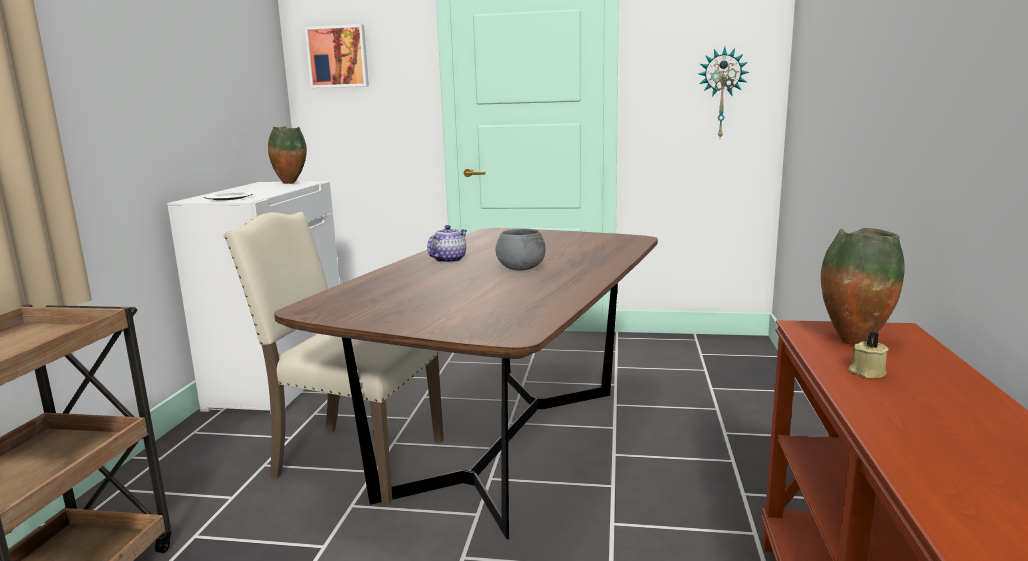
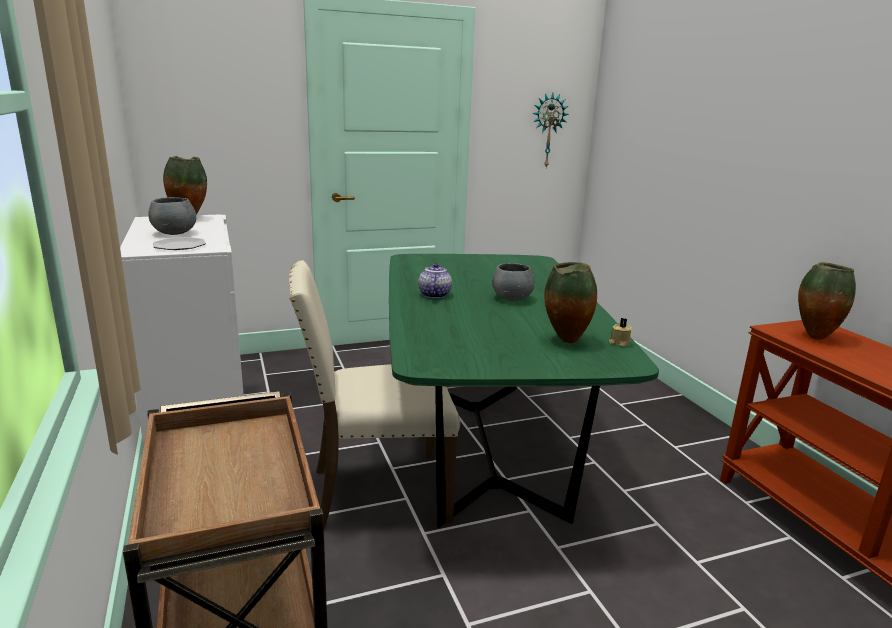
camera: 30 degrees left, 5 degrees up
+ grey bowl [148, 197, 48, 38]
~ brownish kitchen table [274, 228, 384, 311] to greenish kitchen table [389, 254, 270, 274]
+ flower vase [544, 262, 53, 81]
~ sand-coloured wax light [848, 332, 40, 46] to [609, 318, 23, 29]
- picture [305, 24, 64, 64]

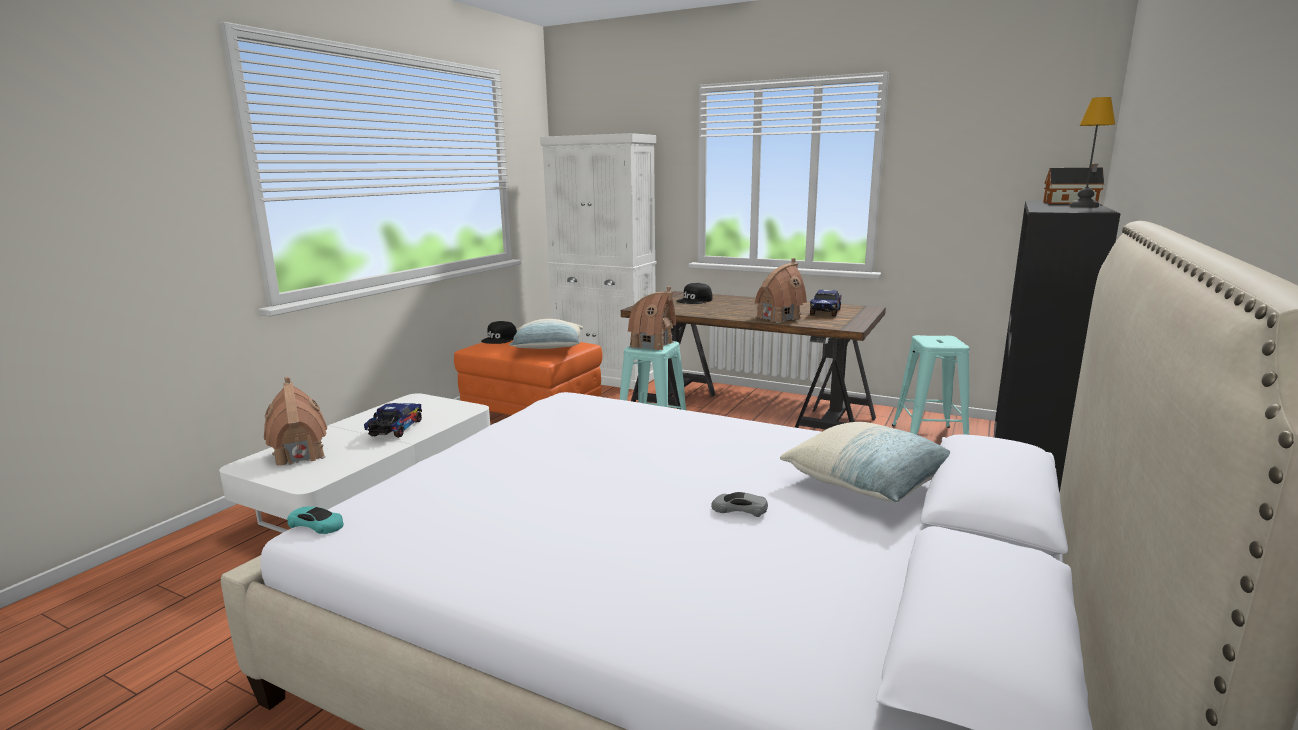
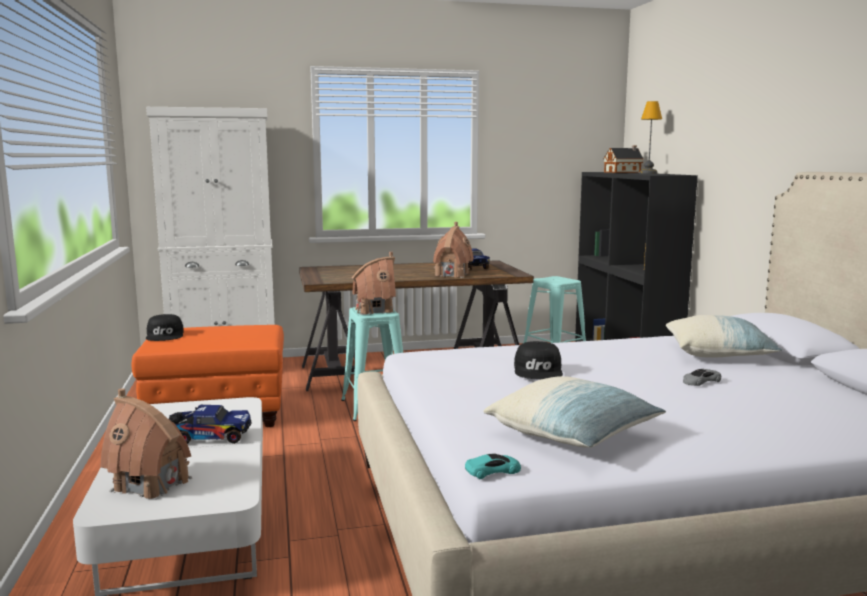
camera: 40 degrees left, 5 degrees down
~ model truck [364, 403, 58, 35] = [169, 405, 82, 39] 120 degrees clockwise
~ pillow [509, 319, 74, 30] to [484, 376, 182, 72]
~ blackish cap [677, 283, 36, 21] to [514, 341, 49, 39]

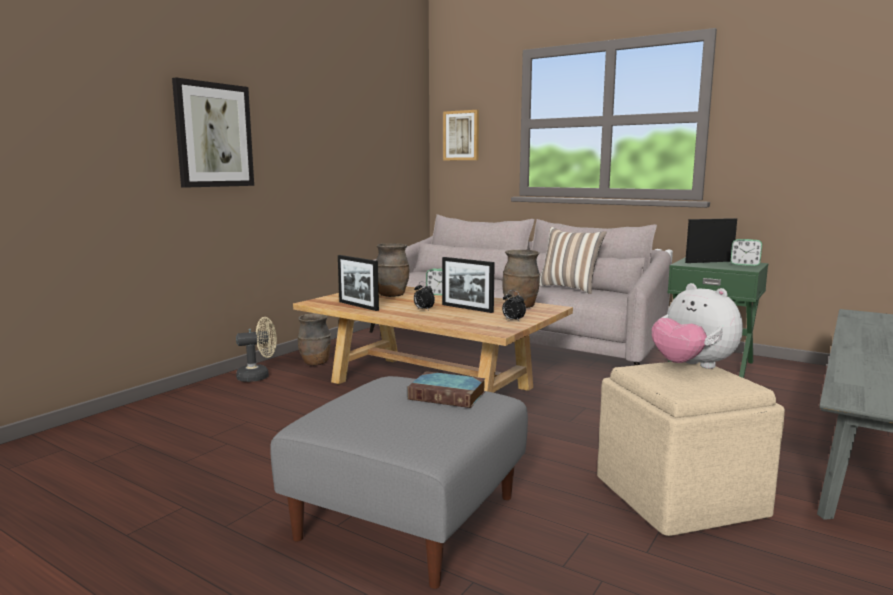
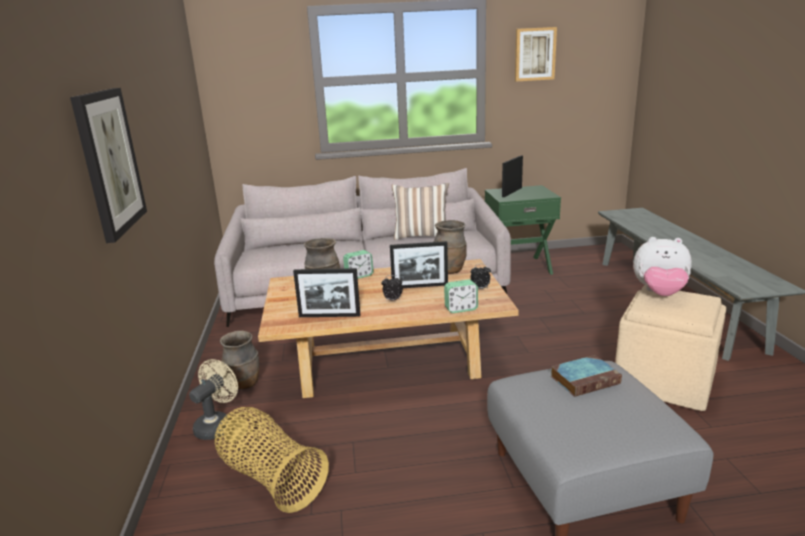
camera: 40 degrees left, 10 degrees up
+ household basket [215, 407, 114, 106]
~ bedside clock [730, 239, 32, 27] to [444, 280, 34, 33]
~ picture [443, 110, 36, 50] to [515, 27, 42, 55]

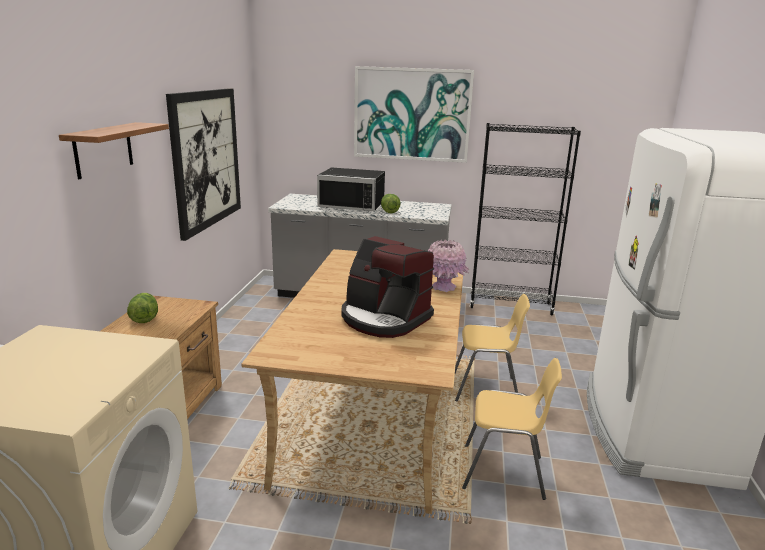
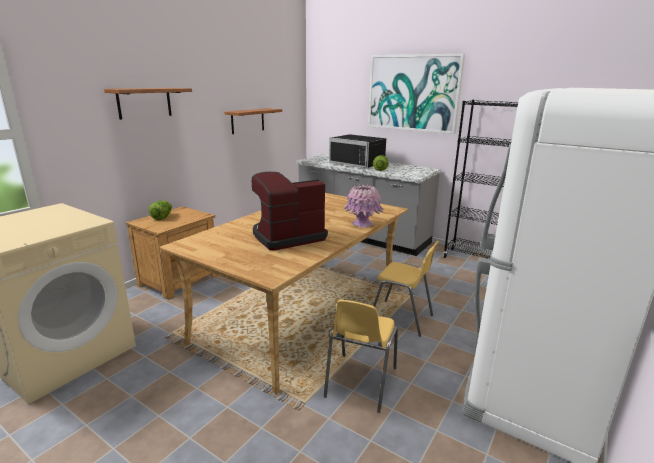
camera: 25 degrees right, 0 degrees up
~ picture [166, 88, 75, 153] to shelf [224, 108, 58, 26]
~ coffee maker [342, 236, 92, 102] = [252, 172, 76, 79] 90 degrees clockwise
~ yellow-coloured upright chair [462, 358, 100, 142] = [324, 300, 74, 113] 75 degrees clockwise

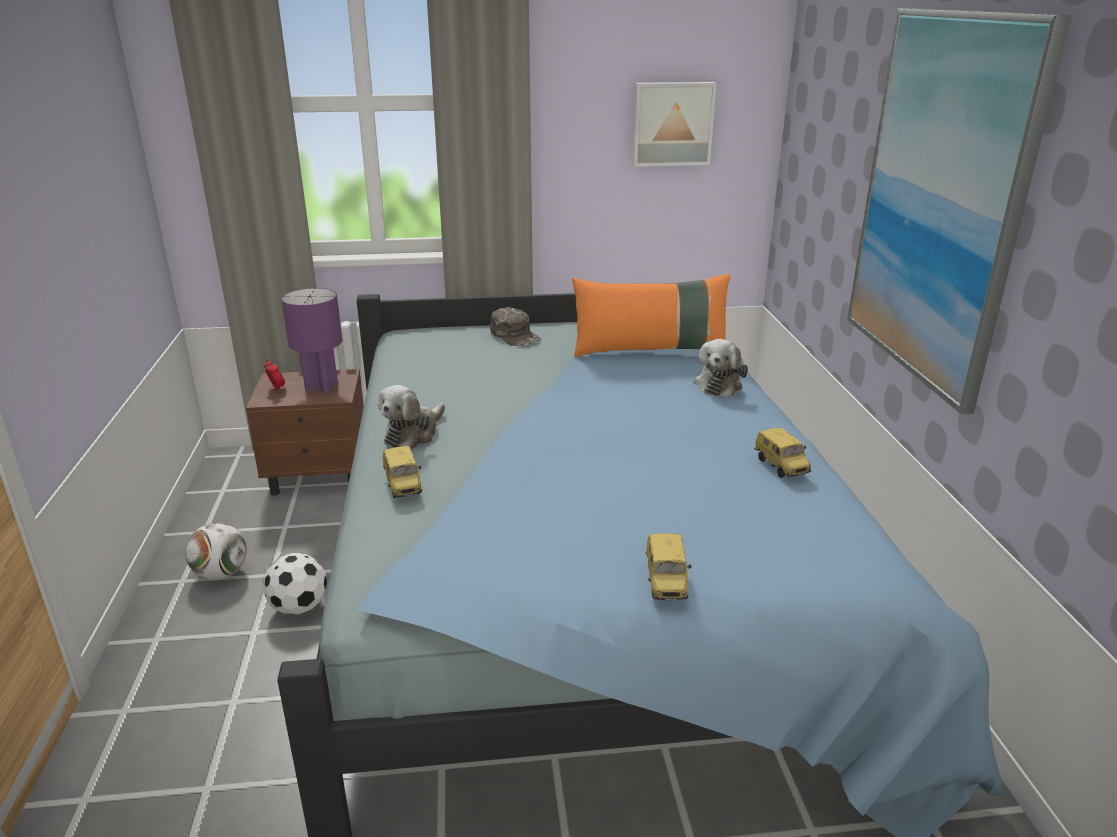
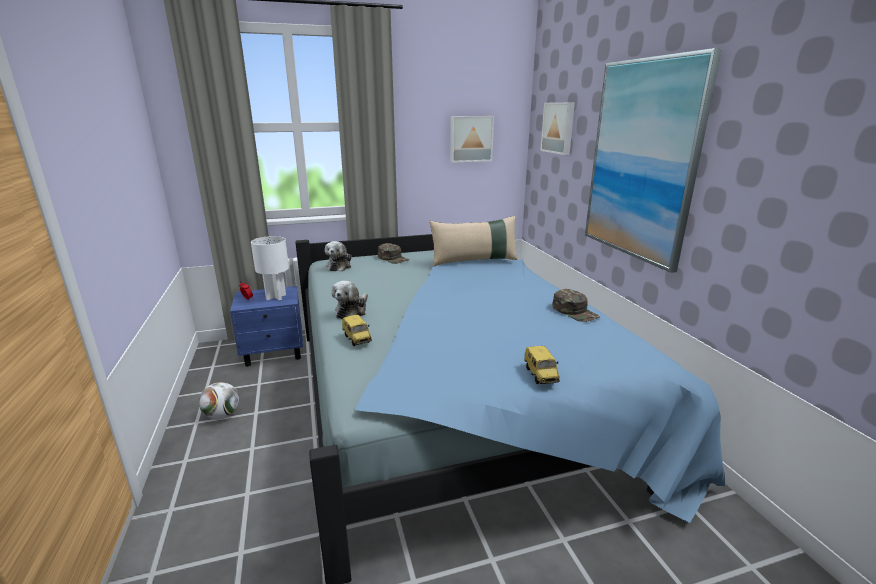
camera: 10 degrees left, 5 degrees down
~ brownish bedside table [246, 369, 118, 127] to bluish bedside table [230, 286, 73, 81]
~ purple table lamp [281, 288, 61, 106] to white-coloured table lamp [251, 236, 38, 64]
~ cuddly toy [693, 339, 55, 58] to [325, 241, 27, 31]
~ orangey pillow [572, 274, 158, 83] to sand-coloured pillow [429, 216, 89, 50]
+ picture [540, 102, 35, 53]
~ model car [754, 427, 57, 51] to greenish cap [552, 289, 48, 33]
- ball for football [263, 553, 64, 62]

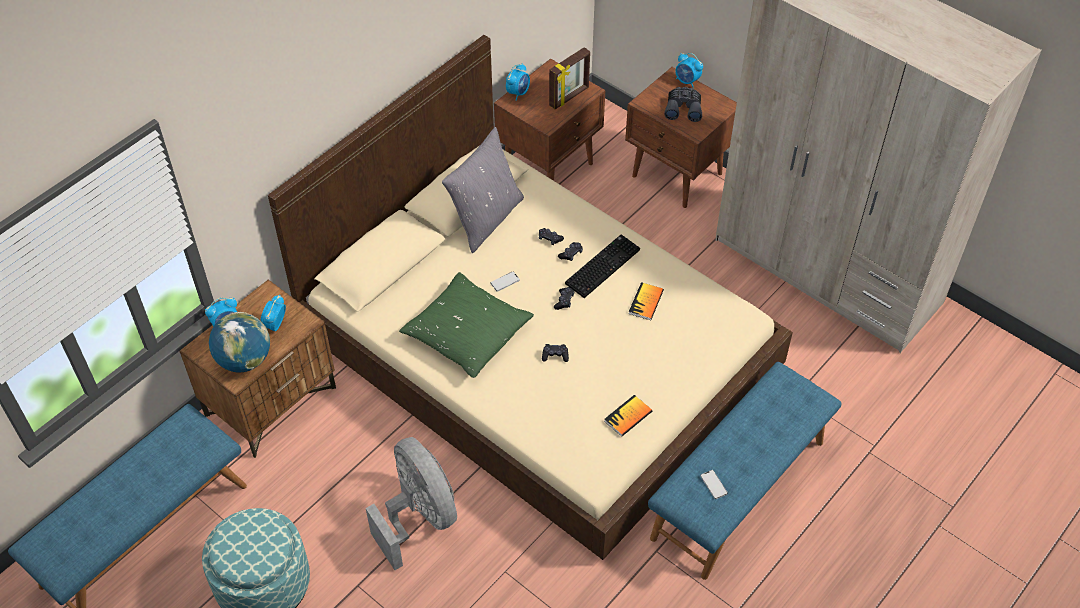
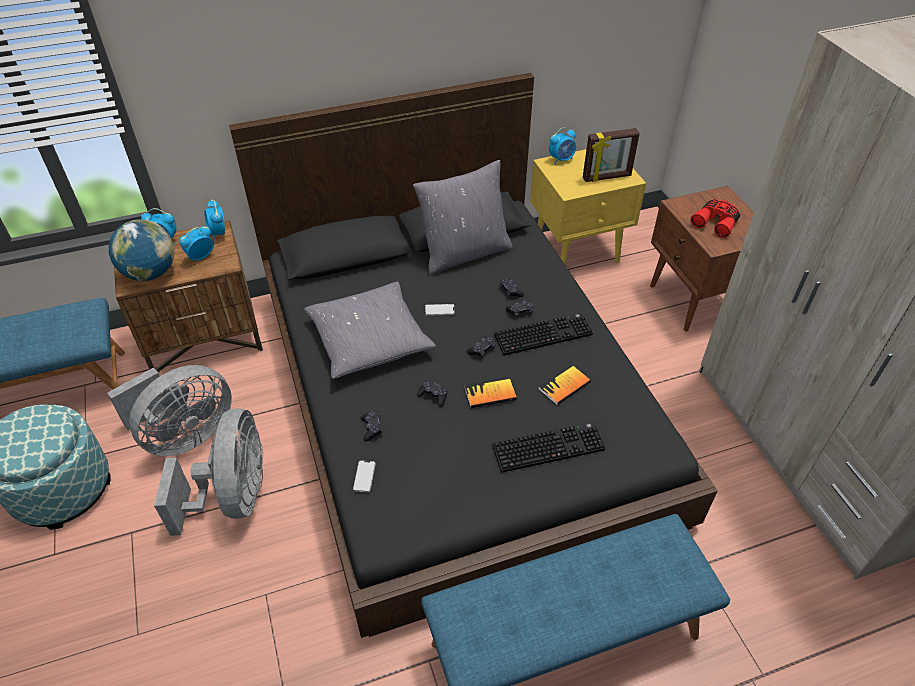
camera: 30 degrees right, 5 degrees down
+ grey fan [107, 365, 125, 91]
~ bedside clock [675, 53, 28, 35] to [204, 199, 21, 42]
~ sand-coloured bedroom bed [268, 35, 525, 525] to blackish bedroom bed [229, 73, 489, 565]
~ greenish pillow [399, 272, 135, 106] to grey pillow [304, 282, 132, 97]
~ handset [701, 470, 27, 29] to [353, 460, 23, 32]
+ blackish joypad [360, 410, 23, 31]
~ volume [604, 395, 48, 42] to [464, 377, 53, 31]
+ computer keyboard [492, 422, 113, 51]
~ brownish bedside table [494, 58, 111, 123] to yellow-coloured bedside table [530, 149, 116, 115]
~ grey field glasses [665, 87, 37, 35] to red field glasses [691, 199, 50, 39]

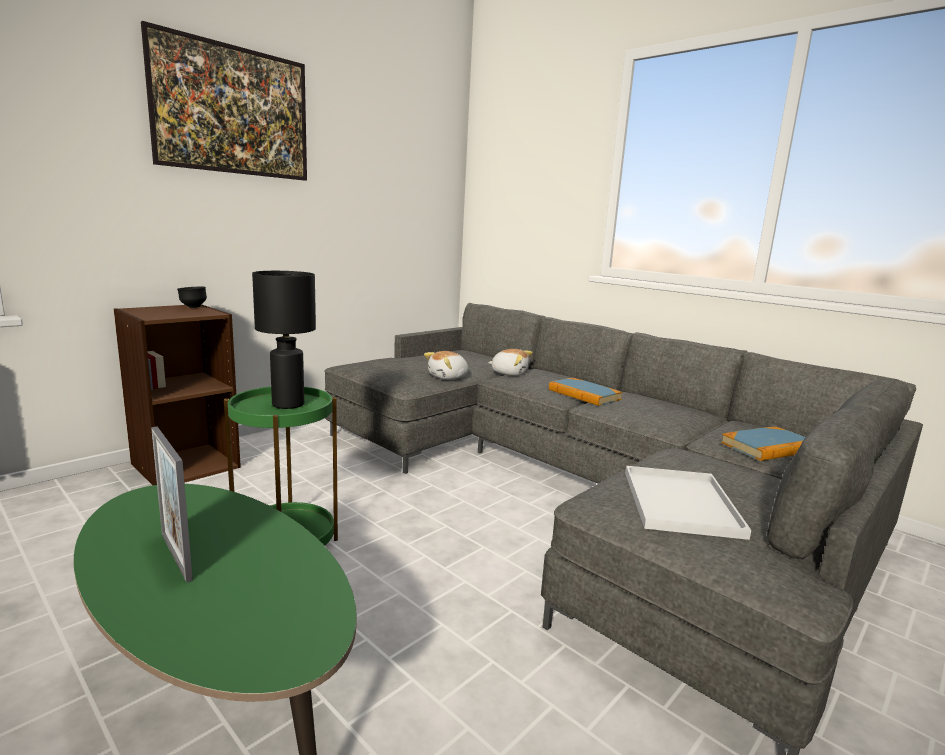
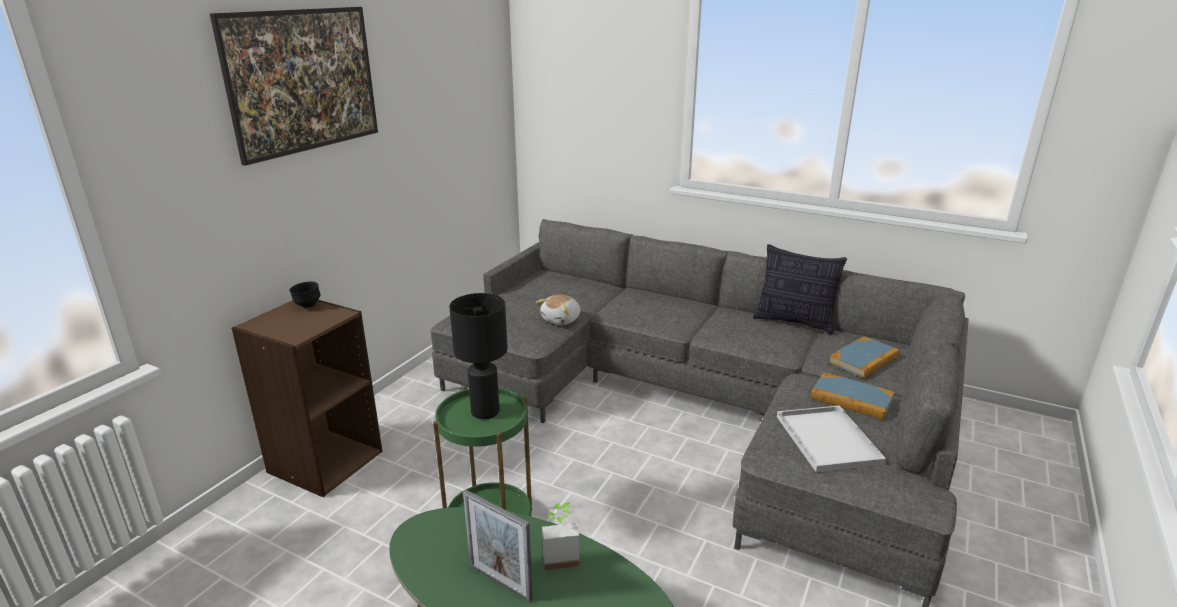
camera: 15 degrees left, 10 degrees up
+ plant in a pot [542, 503, 37, 68]
+ pillow [753, 244, 94, 90]
~ volume [549, 378, 73, 28] to [811, 372, 83, 48]
- cuddly toy [488, 349, 45, 27]

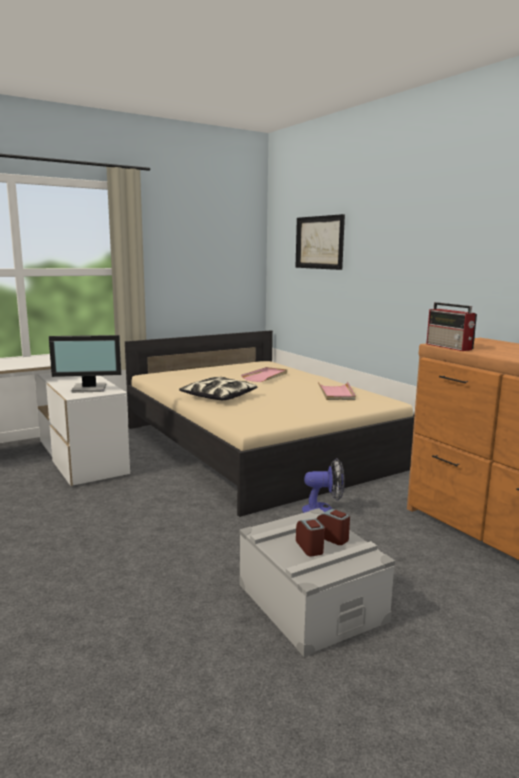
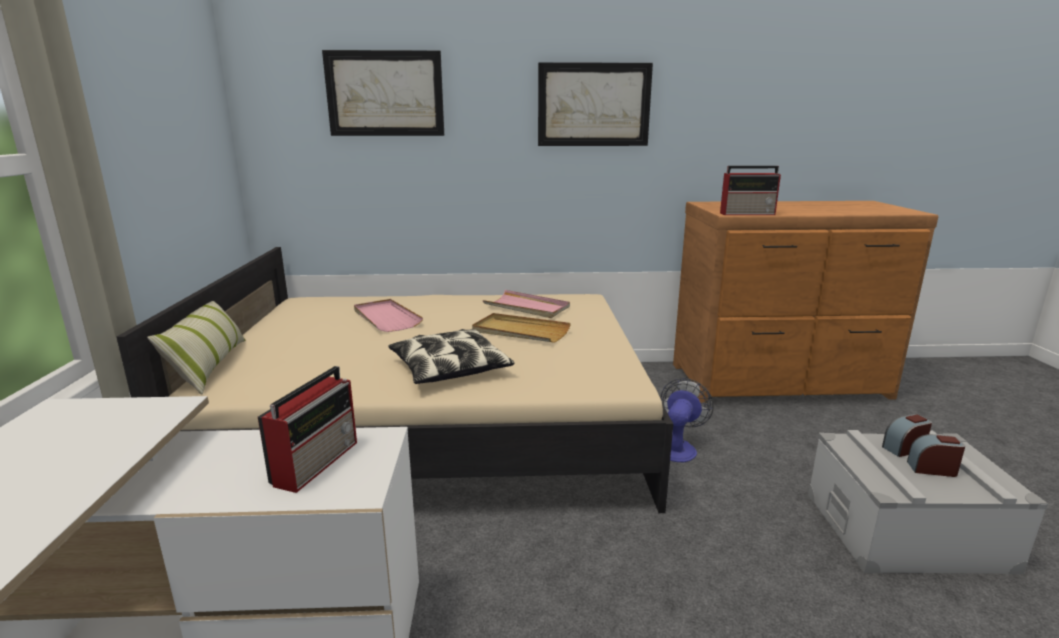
camera: 60 degrees left, 5 degrees up
+ pillow [147, 301, 99, 94]
~ computer screen [49, 335, 72, 58] to radio set [258, 366, 99, 127]
+ sand-coloured tray [472, 313, 99, 30]
+ picture [538, 62, 115, 84]

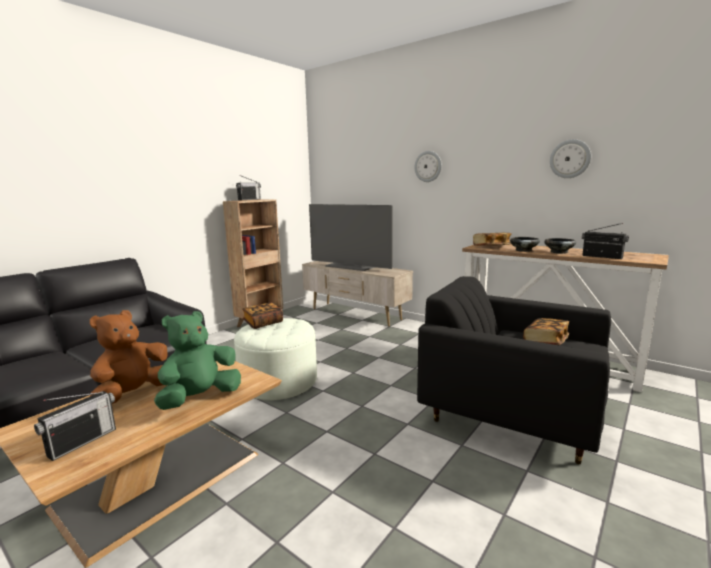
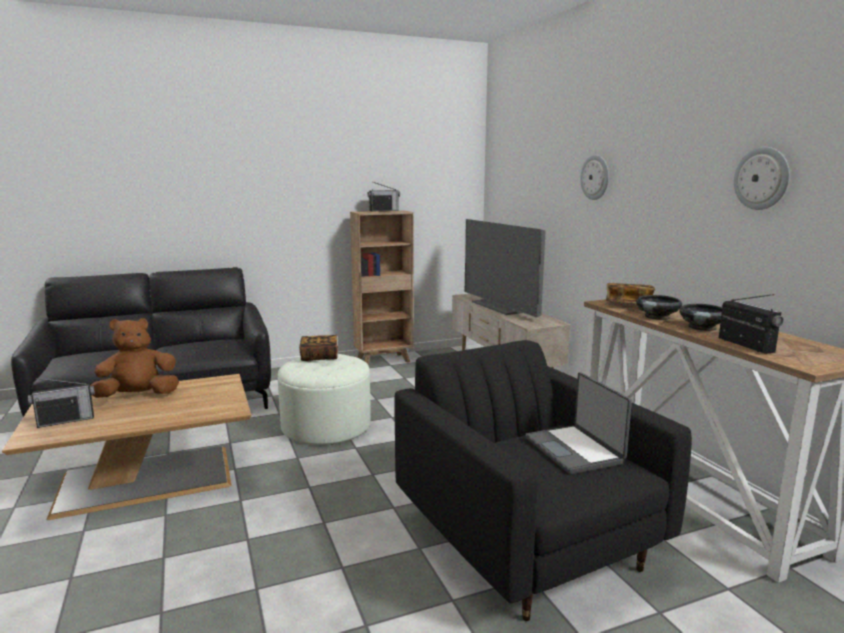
camera: 30 degrees right, 0 degrees up
~ volume [523, 318, 46, 27] to laptop [525, 372, 107, 103]
- greenish cuddly toy [154, 311, 87, 99]

